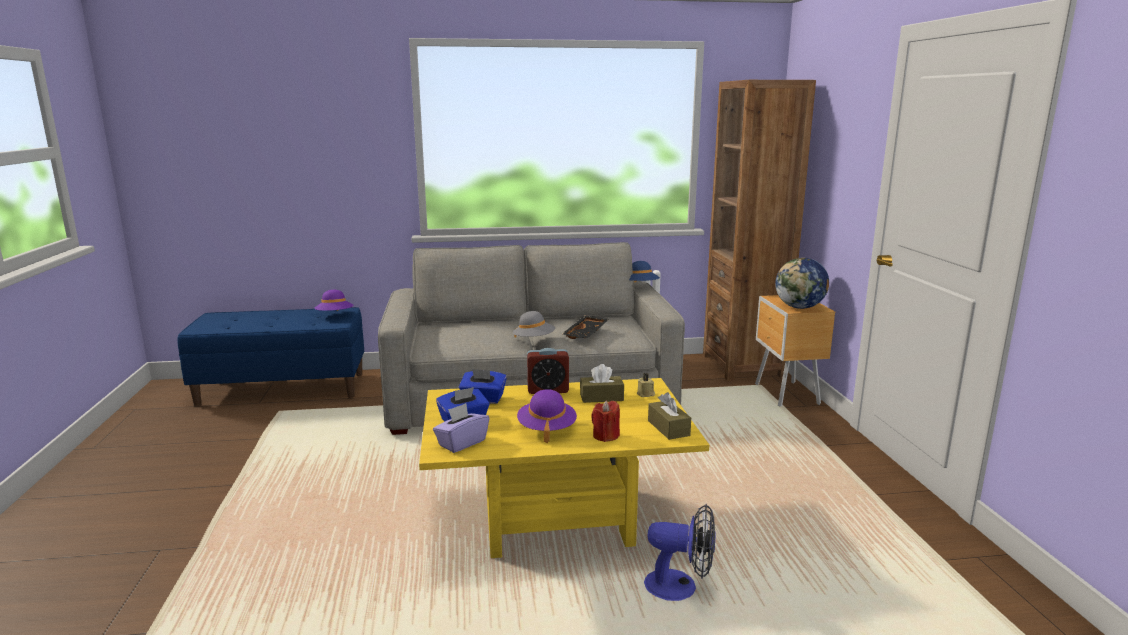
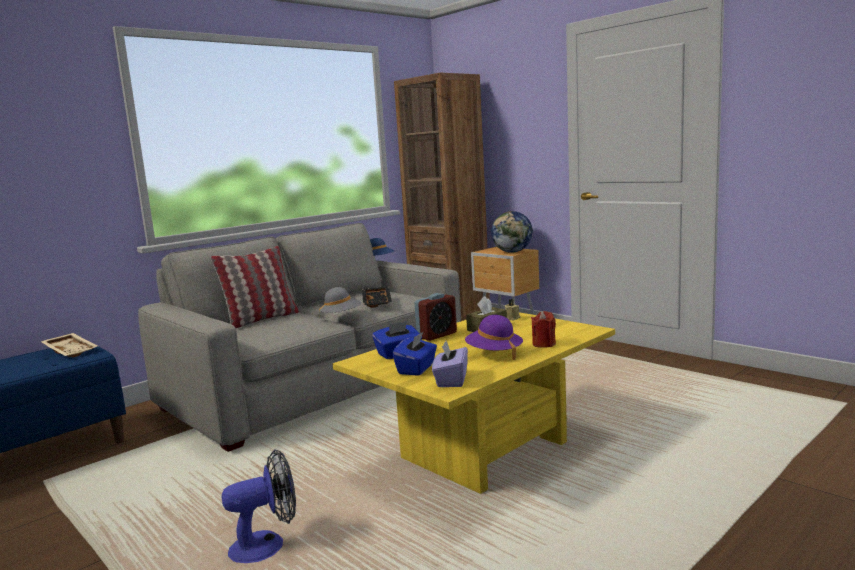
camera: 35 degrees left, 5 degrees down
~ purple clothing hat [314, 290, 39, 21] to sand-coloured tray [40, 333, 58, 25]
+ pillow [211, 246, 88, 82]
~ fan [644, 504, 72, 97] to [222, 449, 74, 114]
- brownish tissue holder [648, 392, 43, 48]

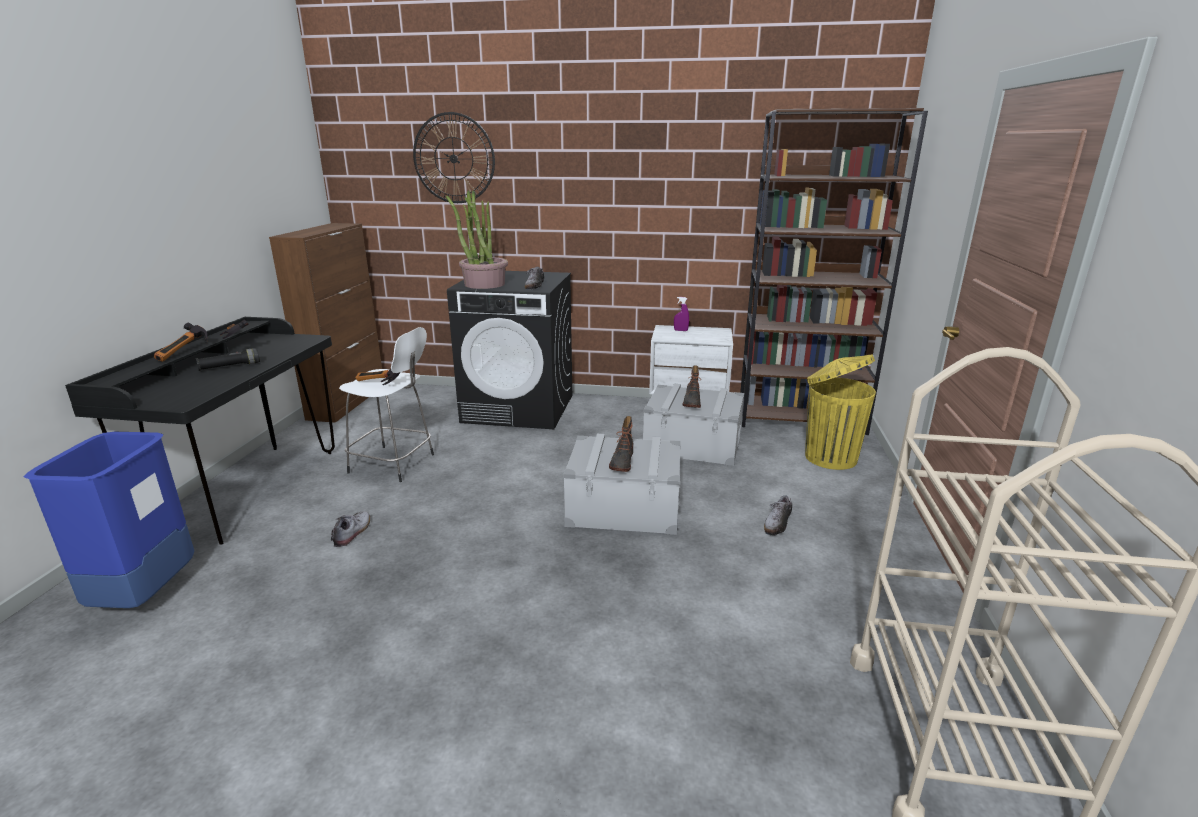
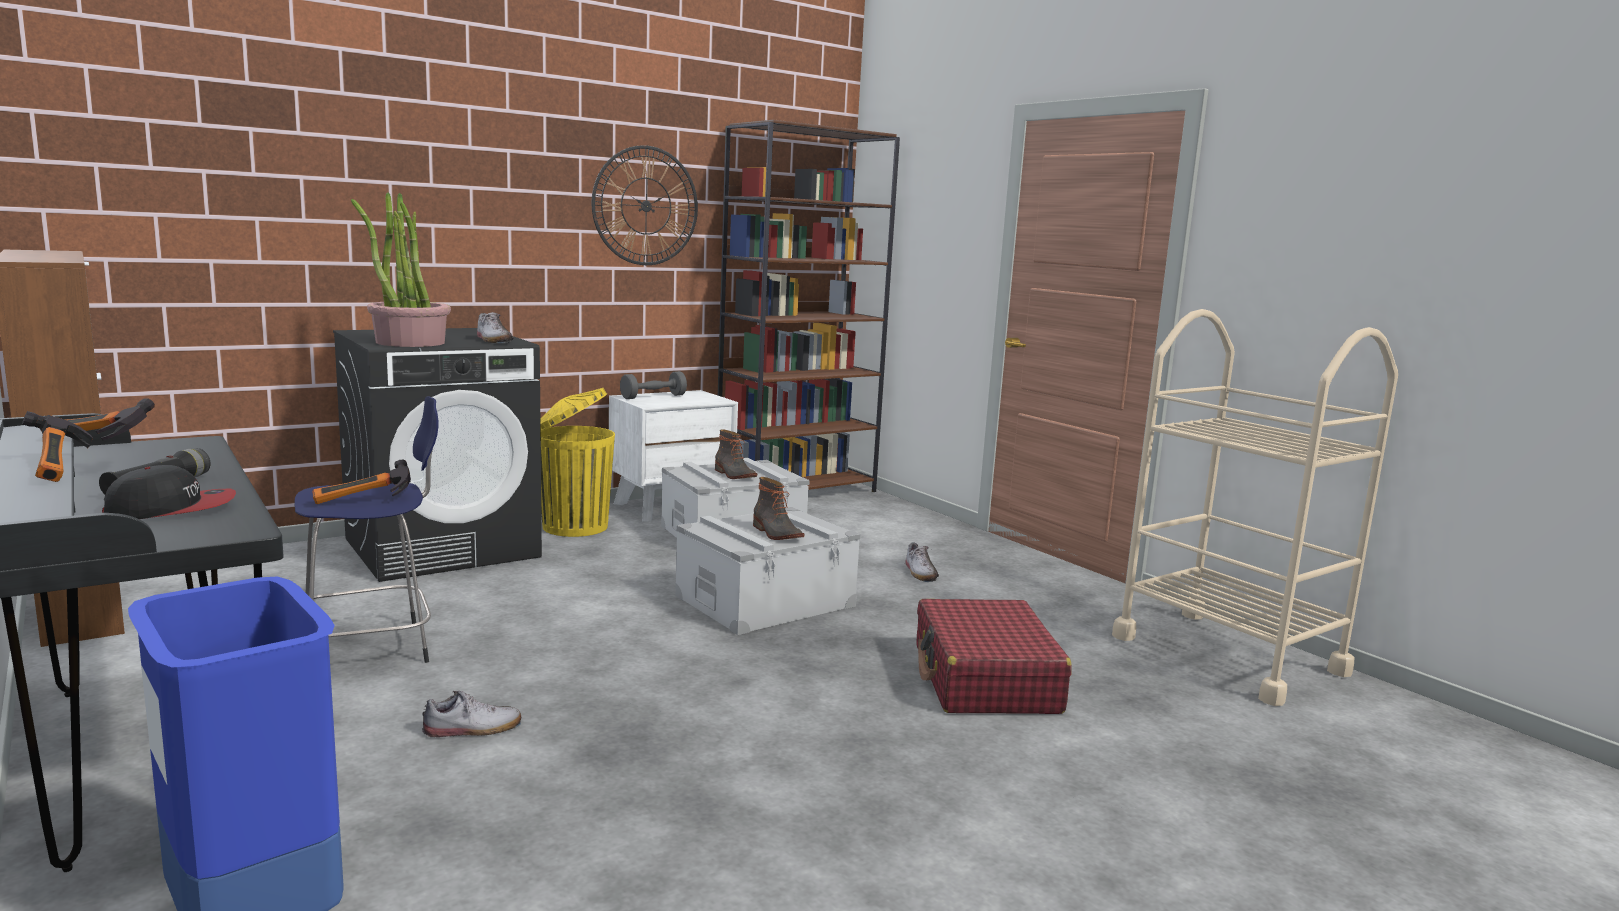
camera: 45 degrees left, 10 degrees down
+ cap [102, 465, 134, 54]
~ white-coloured sitting stool [339, 327, 95, 155] to bluish sitting stool [294, 397, 144, 266]
~ low shoe [331, 511, 39, 36] = [422, 691, 99, 46] 105 degrees clockwise
~ yellow-coloured waste bin [805, 355, 71, 115] to [540, 388, 75, 149]
~ wall clock [413, 112, 82, 91] to [592, 145, 106, 120]
~ purple sprayer [674, 297, 15, 34] to grey free weight [620, 371, 67, 28]
+ red travel case [917, 599, 155, 115]

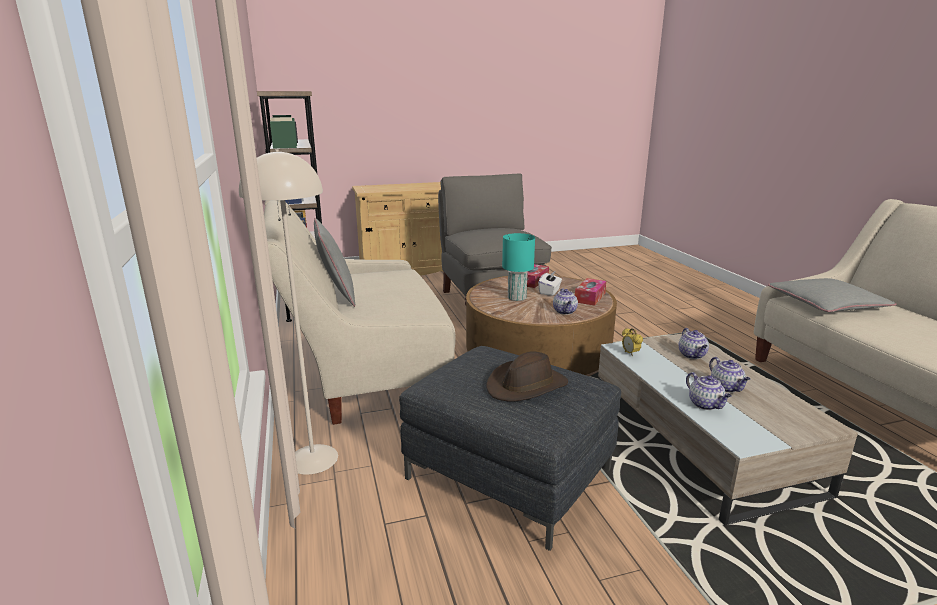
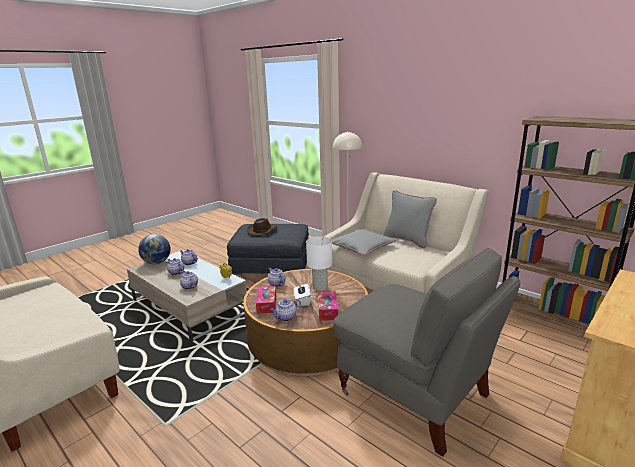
camera: 150 degrees right, 0 degrees up
+ globe [138, 234, 33, 30]
+ teapot [270, 299, 31, 22]
~ blue-green table lamp [502, 233, 33, 68] to white-coloured table lamp [306, 236, 26, 55]
~ grey pillow [768, 278, 129, 34] to [332, 229, 65, 26]

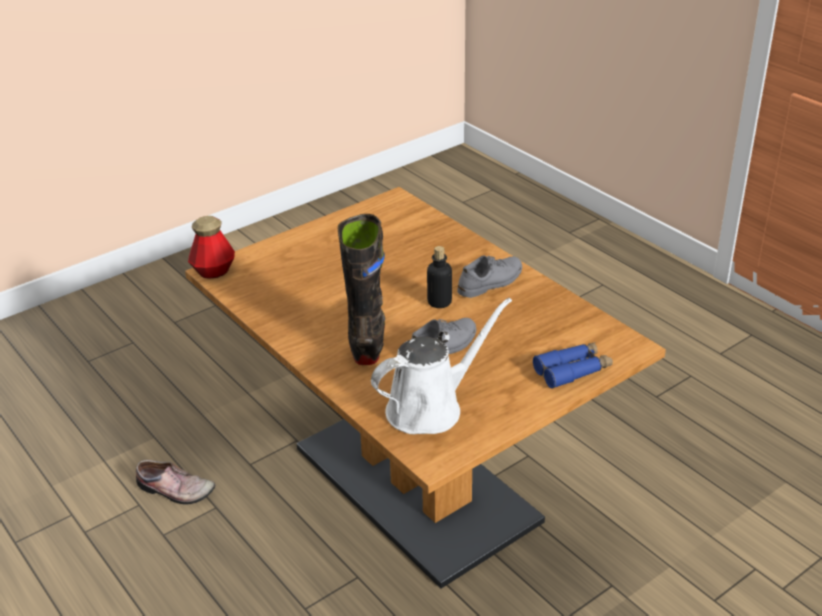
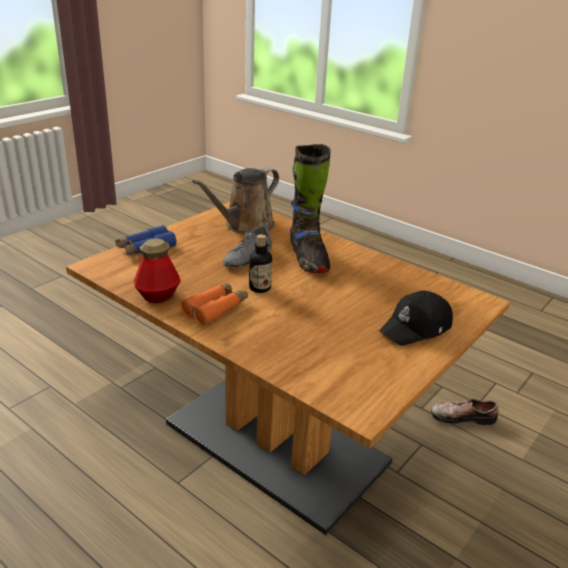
camera: 165 degrees right, 5 degrees down
~ drink bottle [188, 216, 47, 63] to [134, 239, 47, 64]
~ grey low shoe [457, 256, 65, 42] to orangey field glasses [180, 283, 68, 42]
~ white-coloured watering pot [371, 298, 141, 136] to brownish watering pot [192, 168, 87, 66]
+ blackish cap [379, 291, 74, 55]

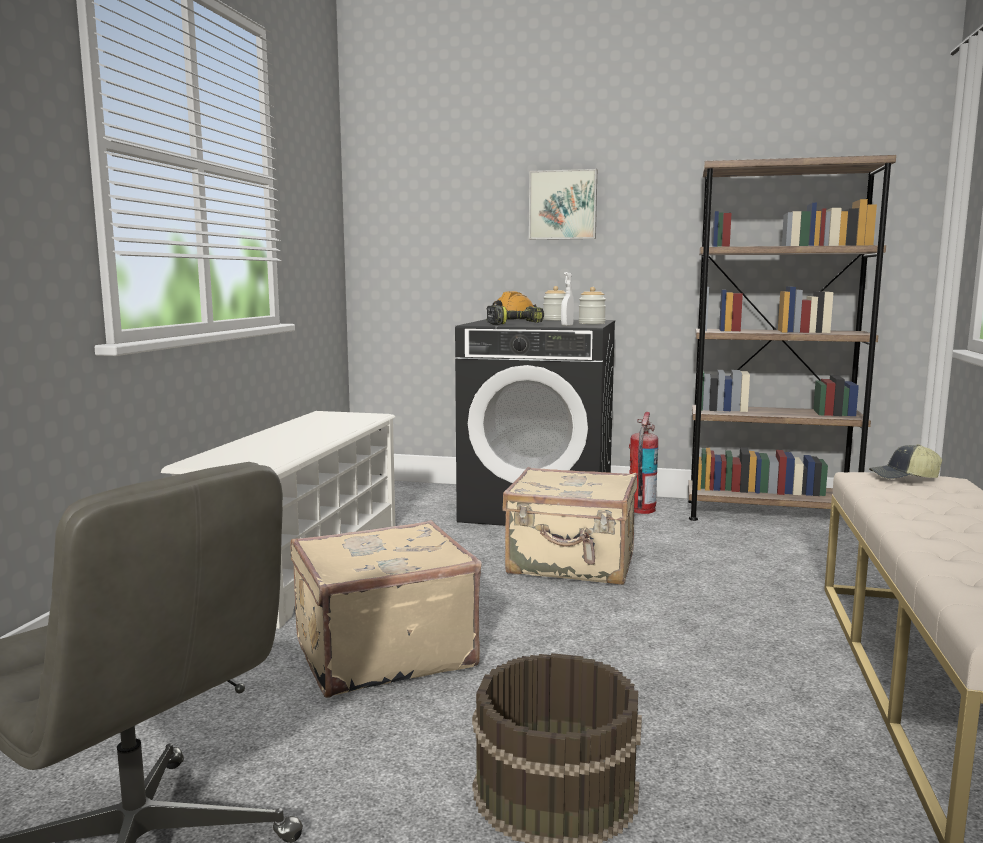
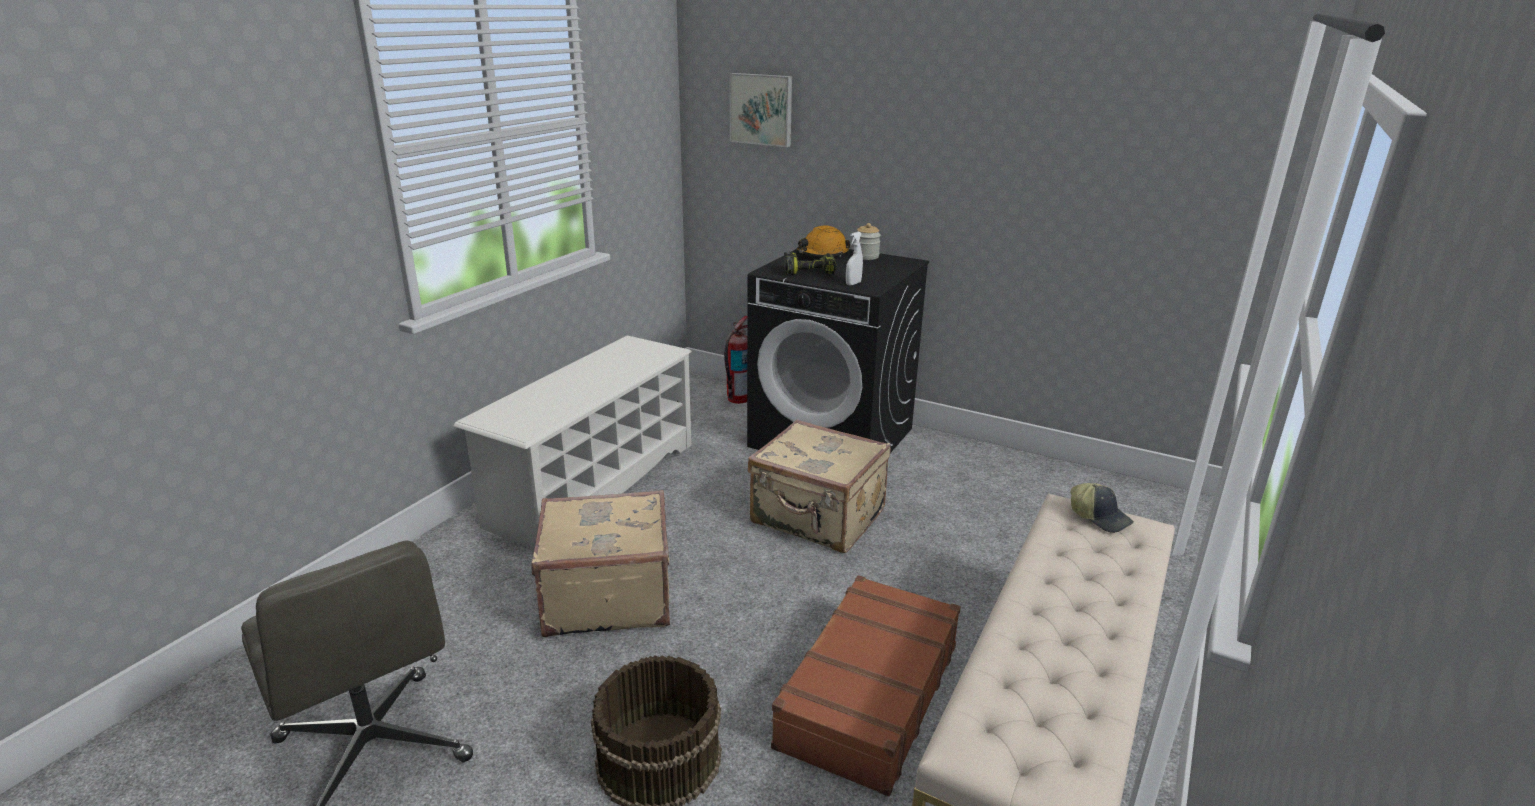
camera: 15 degrees right, 15 degrees up
~ fire extinguisher [629, 412, 29, 102] to [724, 316, 23, 88]
~ picture [529, 169, 68, 71] to [729, 73, 63, 74]
+ brownish travel case [771, 575, 190, 221]
~ cap [869, 444, 73, 35] = [1070, 483, 64, 50] 150 degrees counterclockwise
- jar [579, 287, 27, 37]
- brownish bookcase [688, 155, 208, 366]

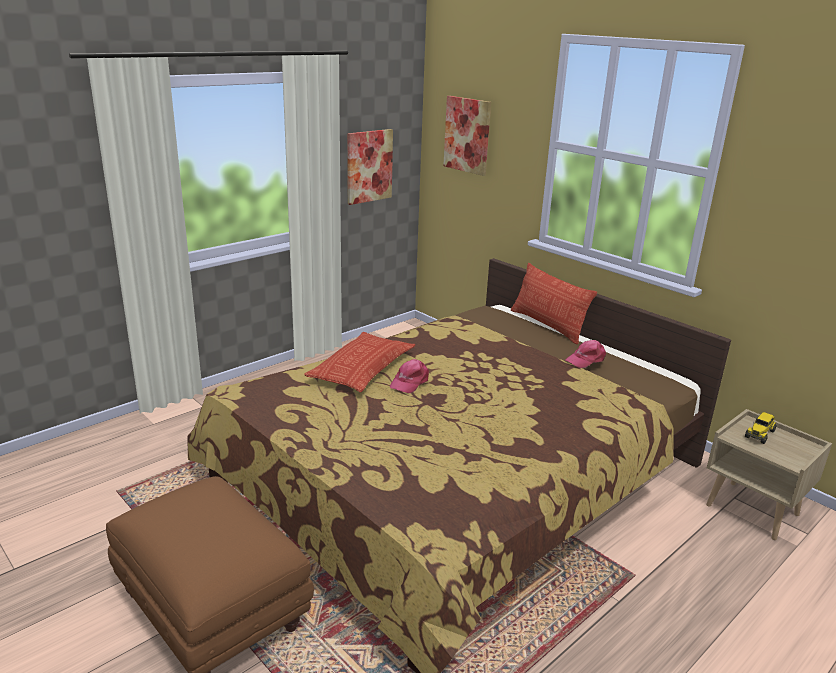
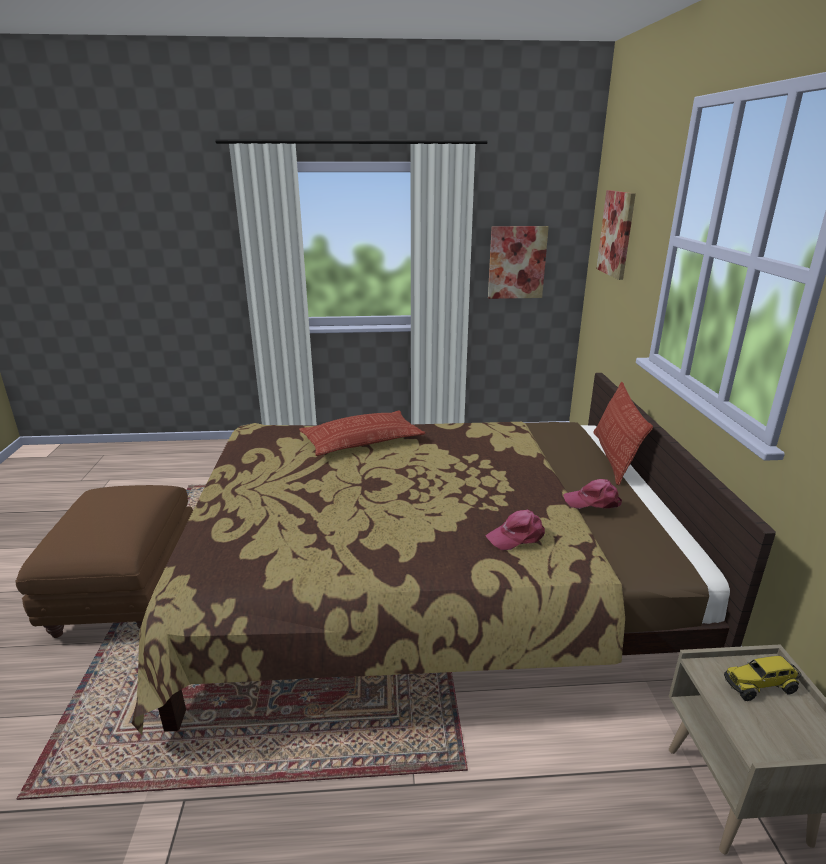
camera: 40 degrees right, 0 degrees up
~ pink cap [390, 359, 39, 34] to [485, 510, 60, 40]

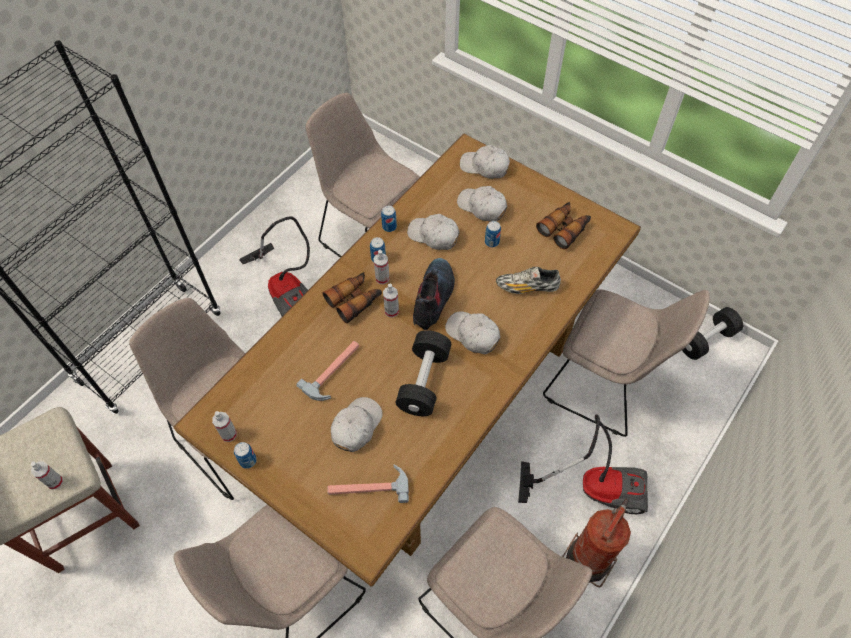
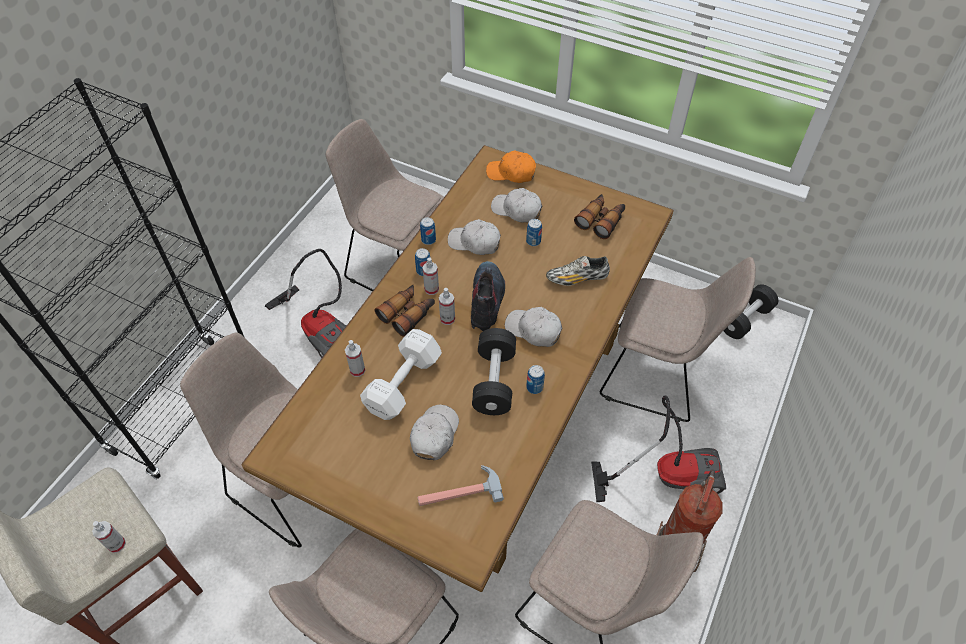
camera: 10 degrees left, 5 degrees down
~ sprayer [212, 411, 25, 31] to [345, 340, 20, 37]
~ hand hammer [296, 341, 63, 60] to white-coloured free weight [360, 329, 82, 91]
~ white-coloured cap [460, 145, 50, 34] to orangey cap [486, 150, 50, 33]
~ sealed can [234, 442, 23, 27] to [526, 365, 19, 29]

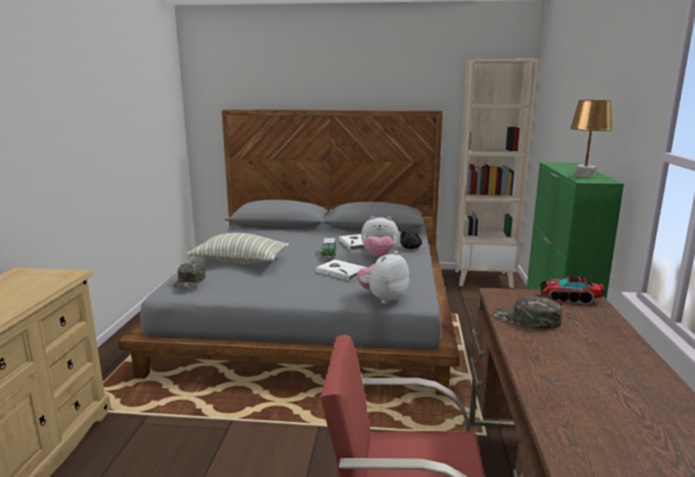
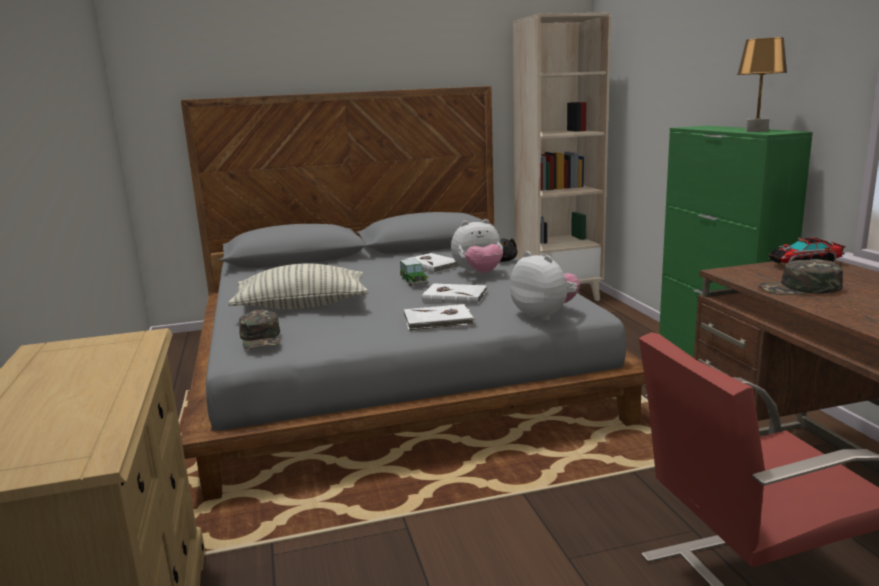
camera: 20 degrees left, 0 degrees up
+ white-coloured volume [404, 304, 71, 28]
~ cuddly toy [357, 251, 53, 53] = [510, 251, 70, 70] 120 degrees clockwise

